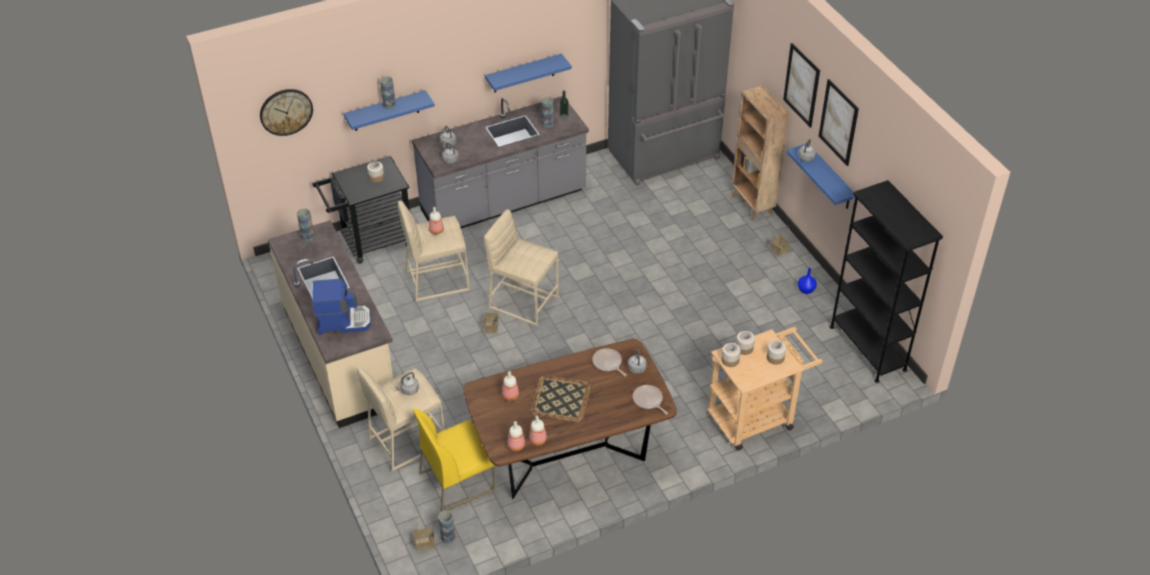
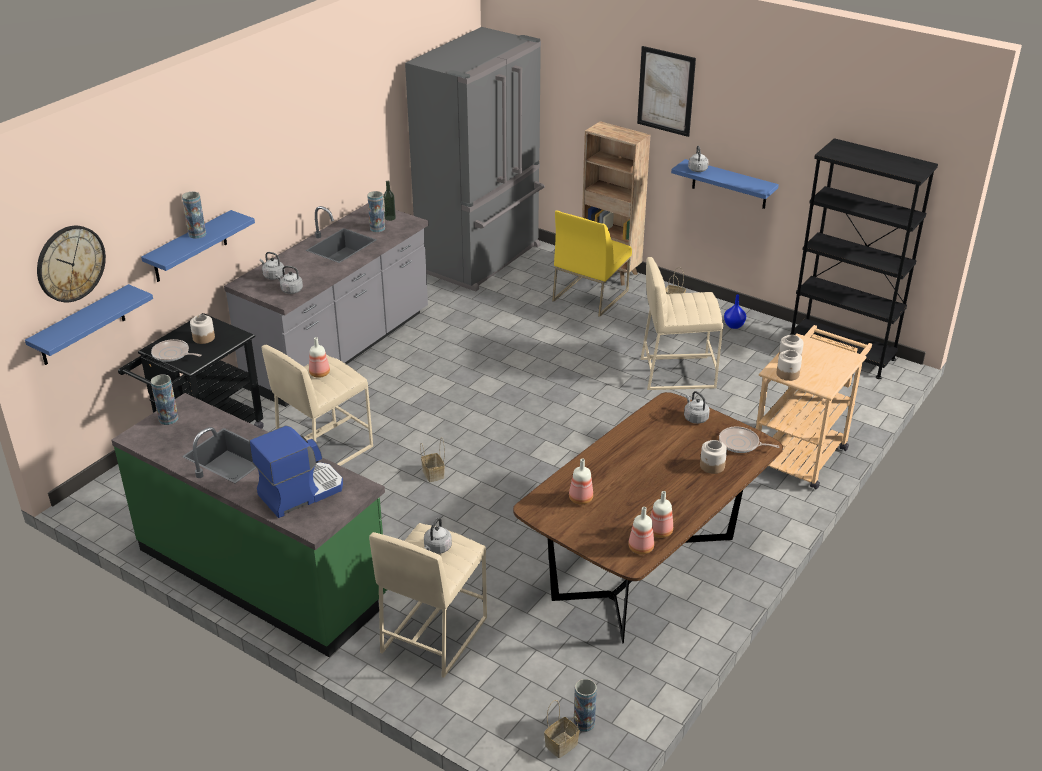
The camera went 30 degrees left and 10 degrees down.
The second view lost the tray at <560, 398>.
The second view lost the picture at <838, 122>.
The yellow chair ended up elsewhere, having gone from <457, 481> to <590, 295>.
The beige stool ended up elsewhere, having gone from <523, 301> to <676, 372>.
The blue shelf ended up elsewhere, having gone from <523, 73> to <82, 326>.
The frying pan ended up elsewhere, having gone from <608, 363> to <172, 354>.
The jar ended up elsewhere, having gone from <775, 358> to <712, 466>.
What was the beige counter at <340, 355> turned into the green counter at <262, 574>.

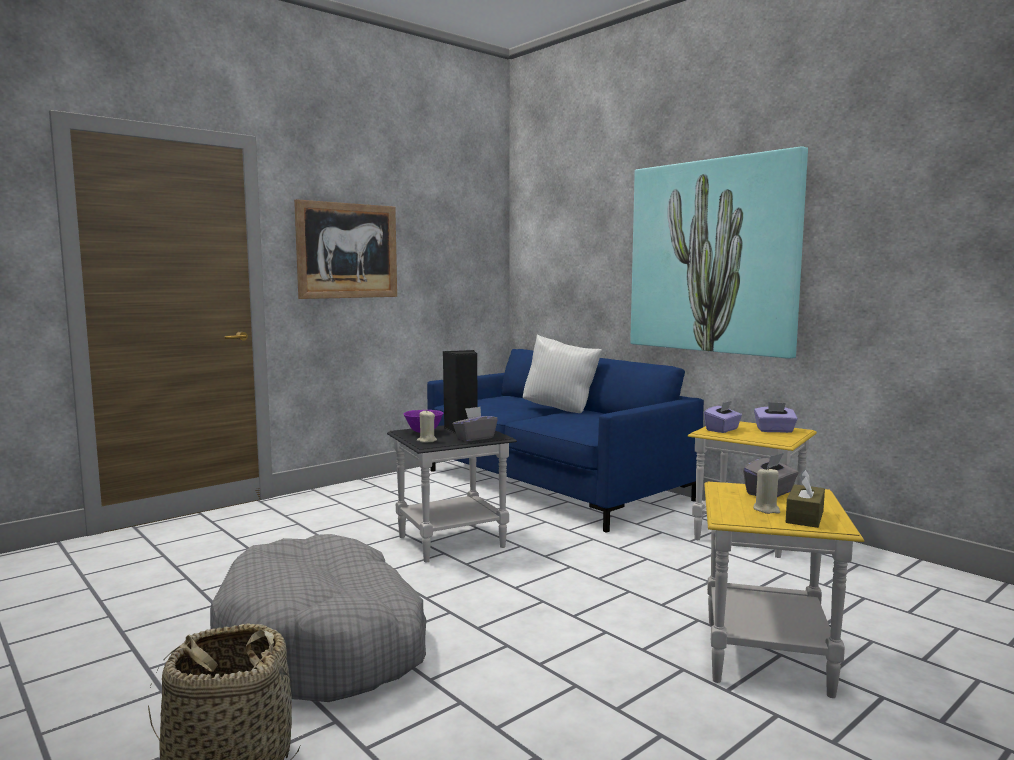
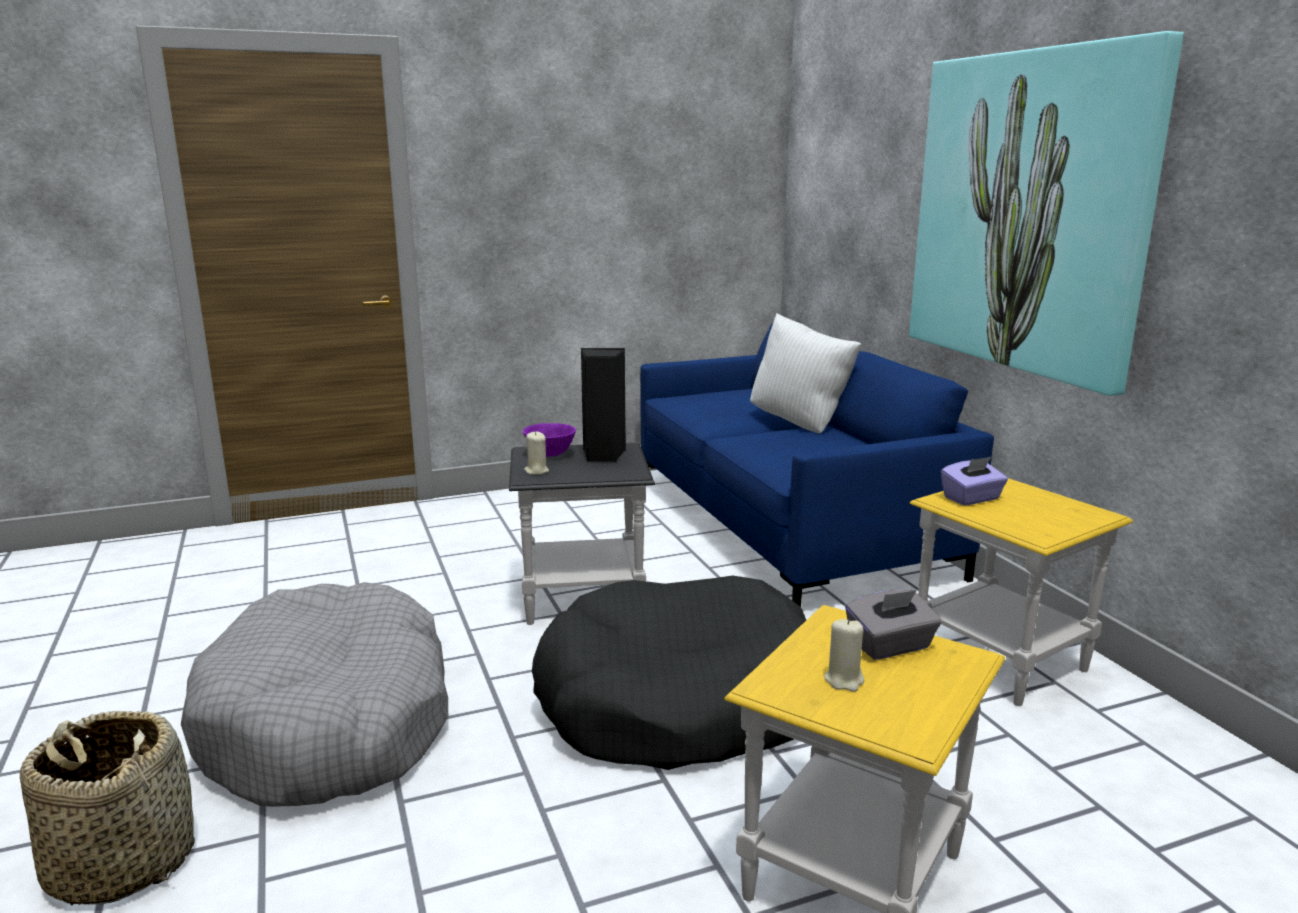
The camera went 20 degrees right and 10 degrees up.
The second view lost the picture at <347, 251>.
The second view lost the grey tissue box at <474, 438>.
The second view lost the purple tissue box at <774, 430>.
The second view lost the brown tissue box at <804, 517>.
The second view gained the black dog bed at <678, 701>.

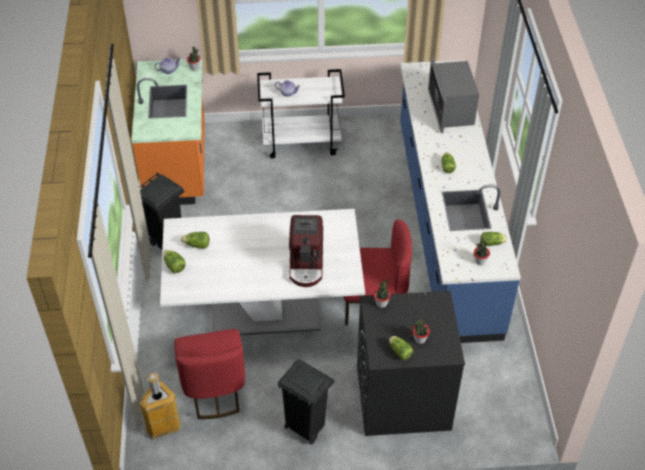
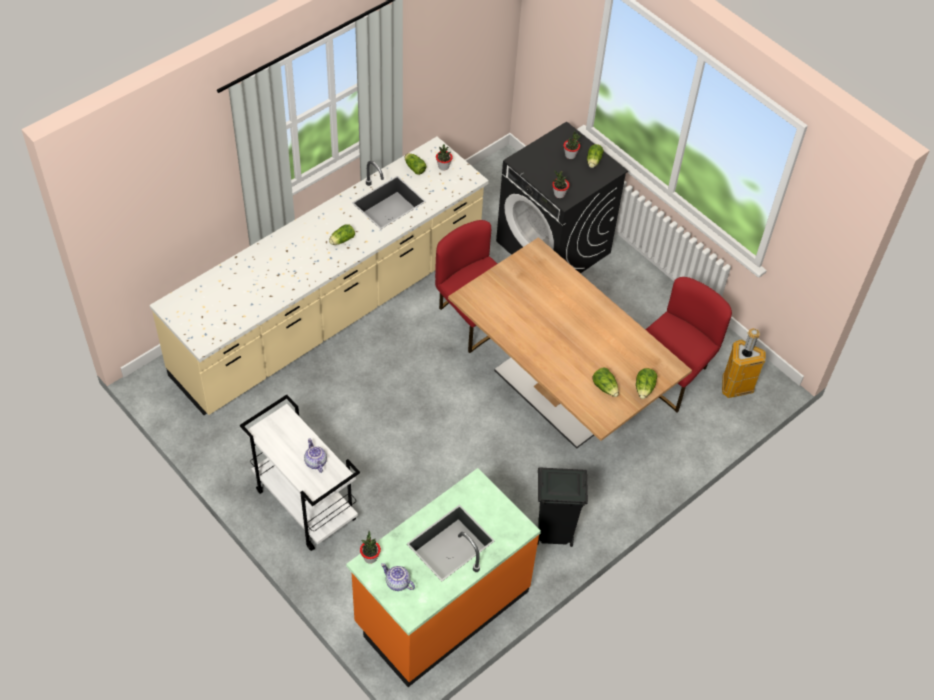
The camera went 130 degrees left and 5 degrees up.
The second view lost the black trash can at <305, 427>.
The second view lost the coffee machine at <307, 264>.
The second view lost the microwave at <451, 109>.
What was the white dining table at <265, 310> turned into the brown dining table at <558, 391>.
What was the blue counter at <445, 225> turned into the beige counter at <330, 311>.

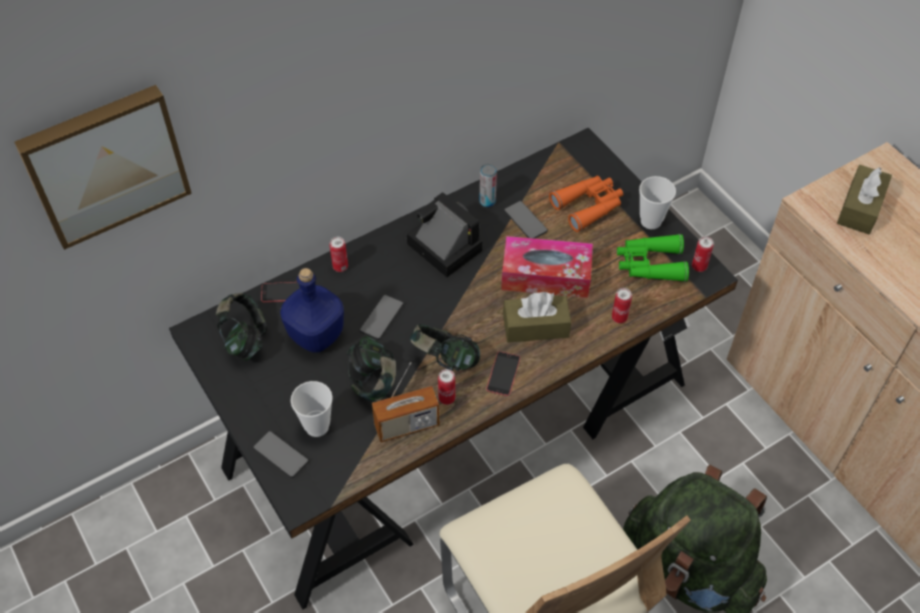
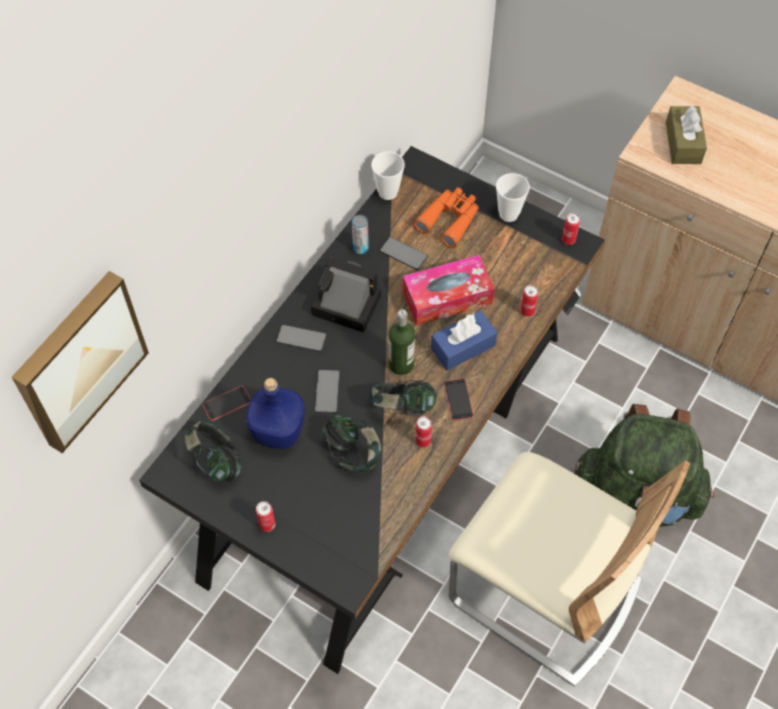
The camera went 25 degrees left and 5 degrees up.
The second view lost the radio at <407, 425>.
The second view lost the green binoculars at <649, 264>.
The second view gained the bottle at <401, 364>.
The phone ended up elsewhere, having gone from <281, 455> to <301, 339>.
The cup ended up elsewhere, having gone from <317, 426> to <388, 192>.
The can ended up elsewhere, having gone from <340, 267> to <267, 525>.
What was the brown tissue box at <535, 326> turned into the blue tissue box at <463, 347>.

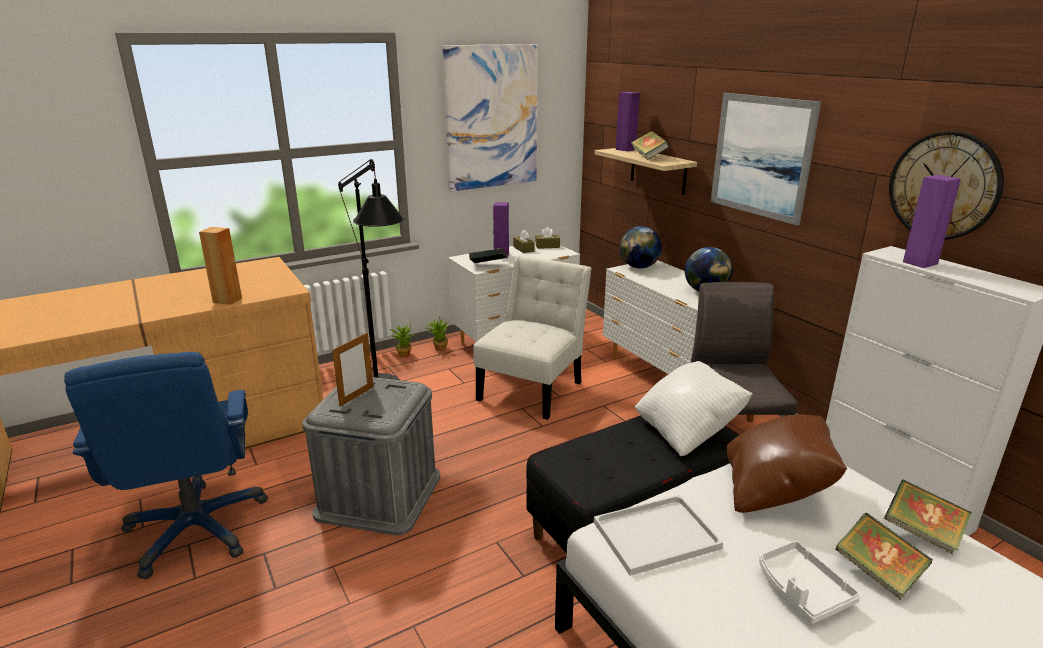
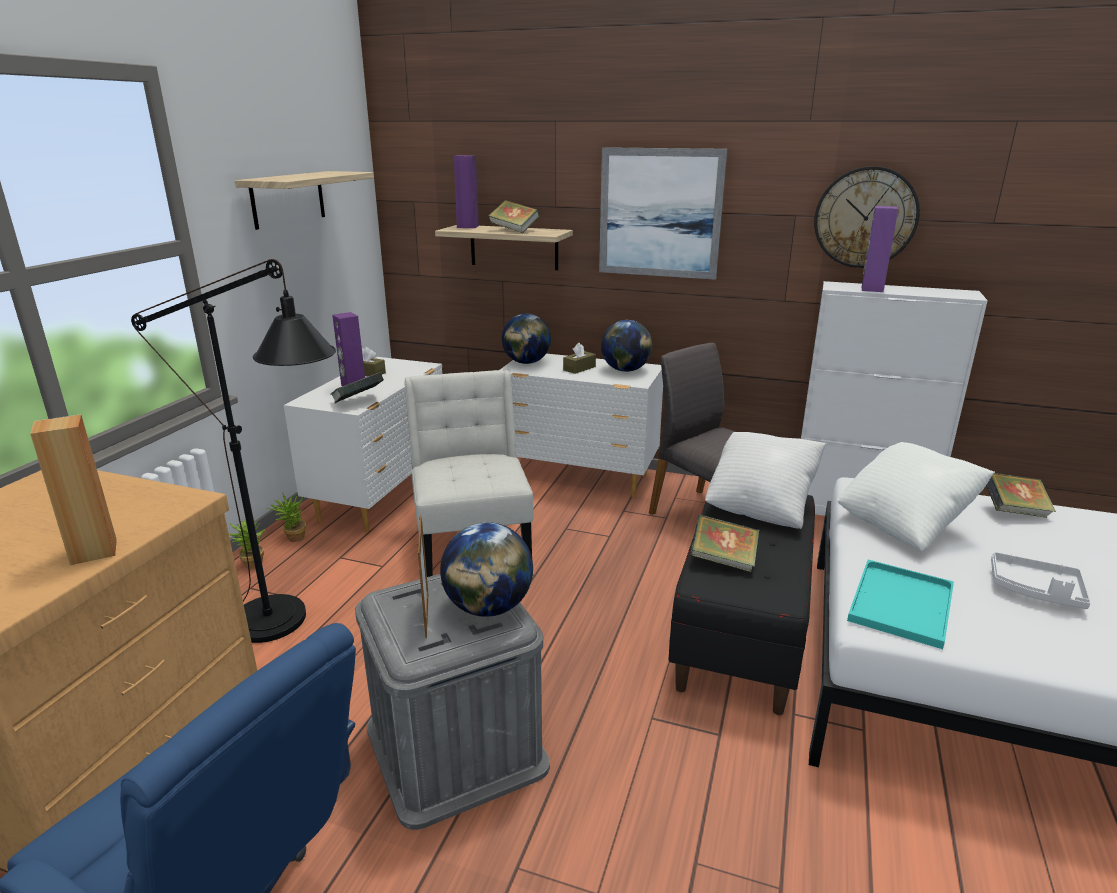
The camera went 40 degrees left and 0 degrees up.
The second view gained the globe at <488, 607>.
The brown tissue box ended up elsewhere, having gone from <547, 246> to <579, 368>.
The book ended up elsewhere, having gone from <877, 572> to <723, 560>.
Where the picture hung at <491, 117>, the shelf came to hang at <288, 199>.
What was the white tray at <654, 536> turned into the turquoise tray at <902, 605>.
What was the brown pillow at <775, 491> turned into the white pillow at <903, 525>.

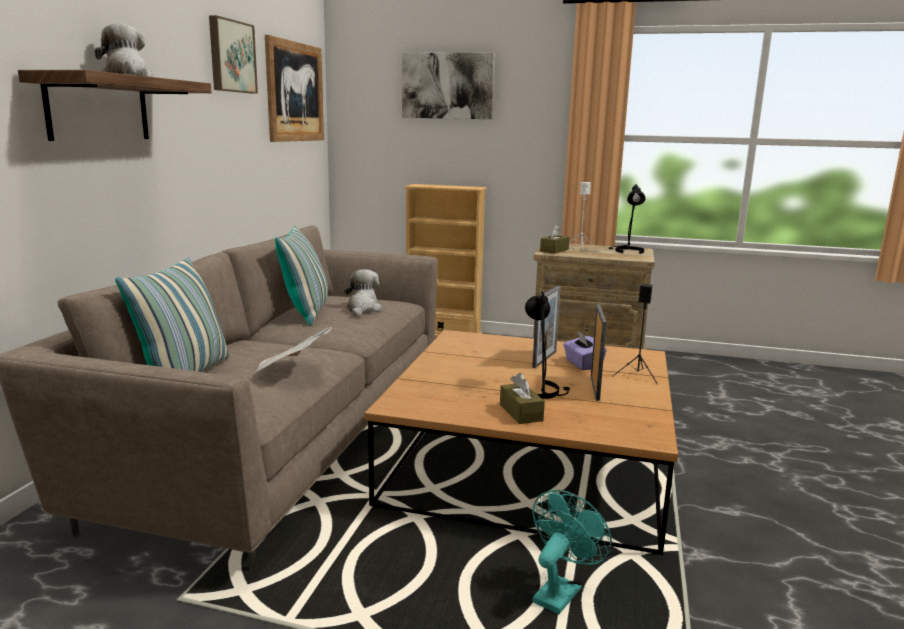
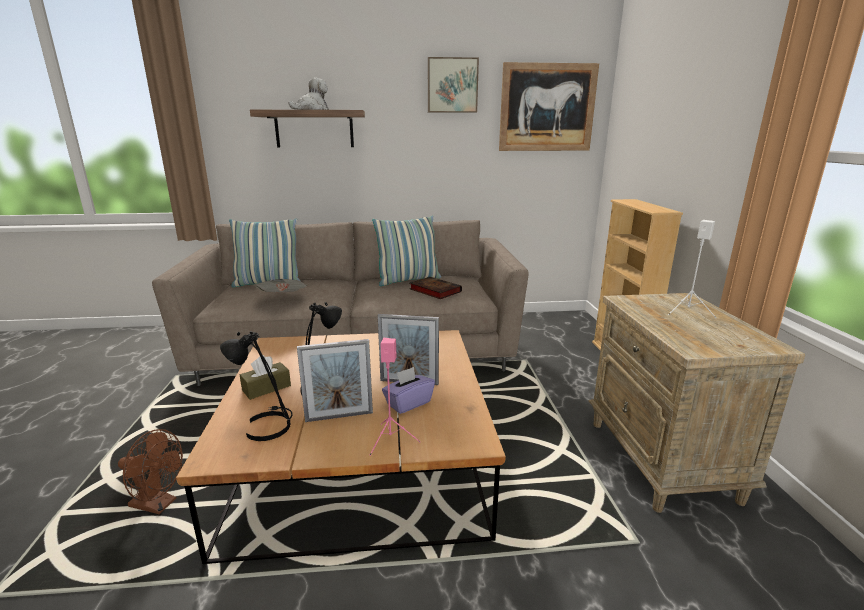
The camera went 70 degrees right and 5 degrees up.
The second view lost the picture at <447, 86>.
The second view lost the brown tissue box at <554, 250>.
The black table lamp ended up elsewhere, having gone from <627, 251> to <267, 425>.
Where the plush toy stood at <362, 309>, the book came to stand at <433, 290>.
What was the turquoise fan at <560, 591> turned into the brown fan at <159, 504>.
What was the black speaker at <638, 376> turned into the pink speaker at <390, 440>.

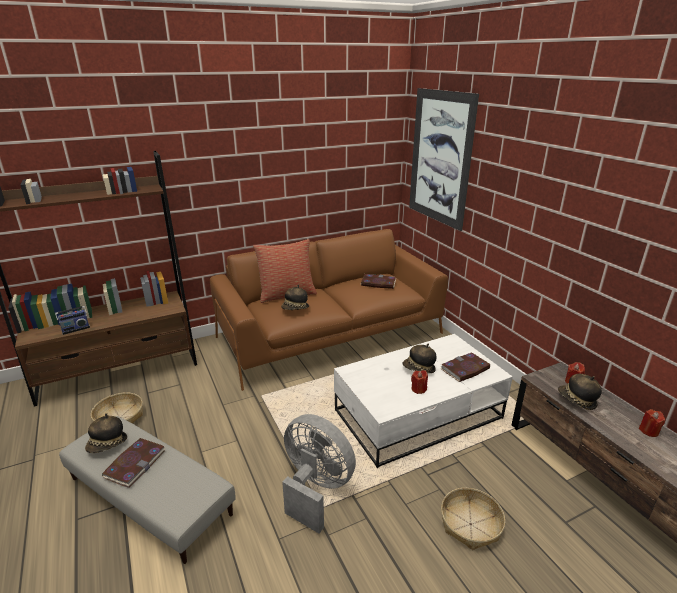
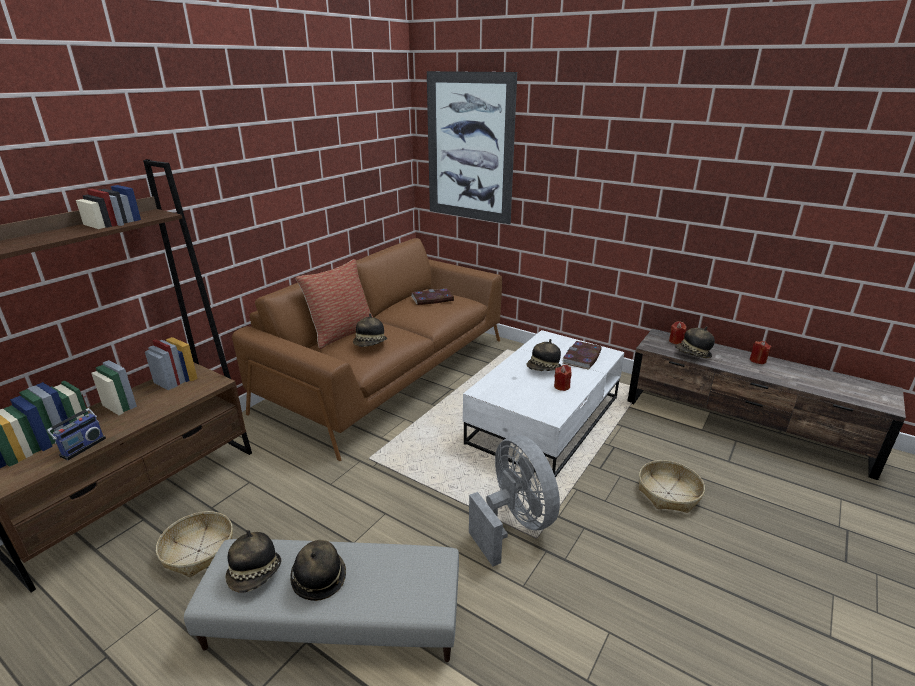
The camera went 30 degrees left and 0 degrees up.
Where the book stood at <135, 463>, the hat came to stand at <318, 578>.
The grey fan at <315, 488> ended up facing another way, 60 degrees clockwise from before.

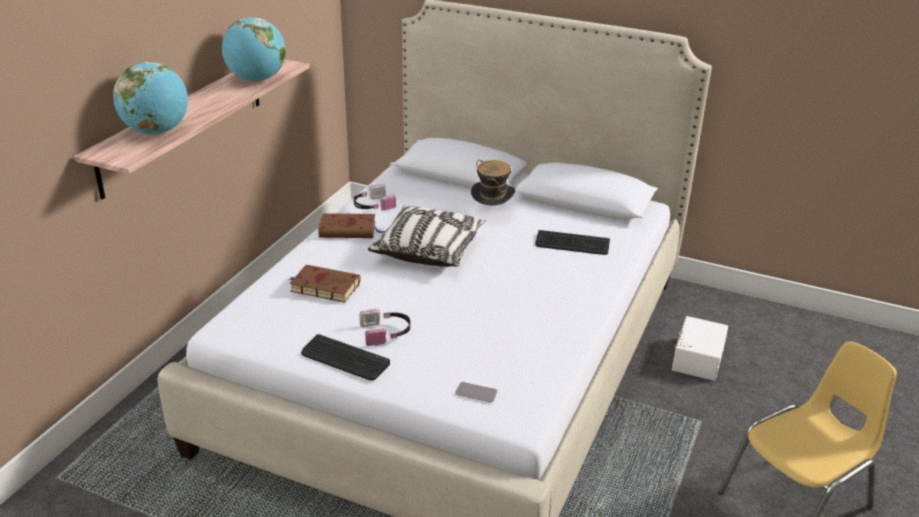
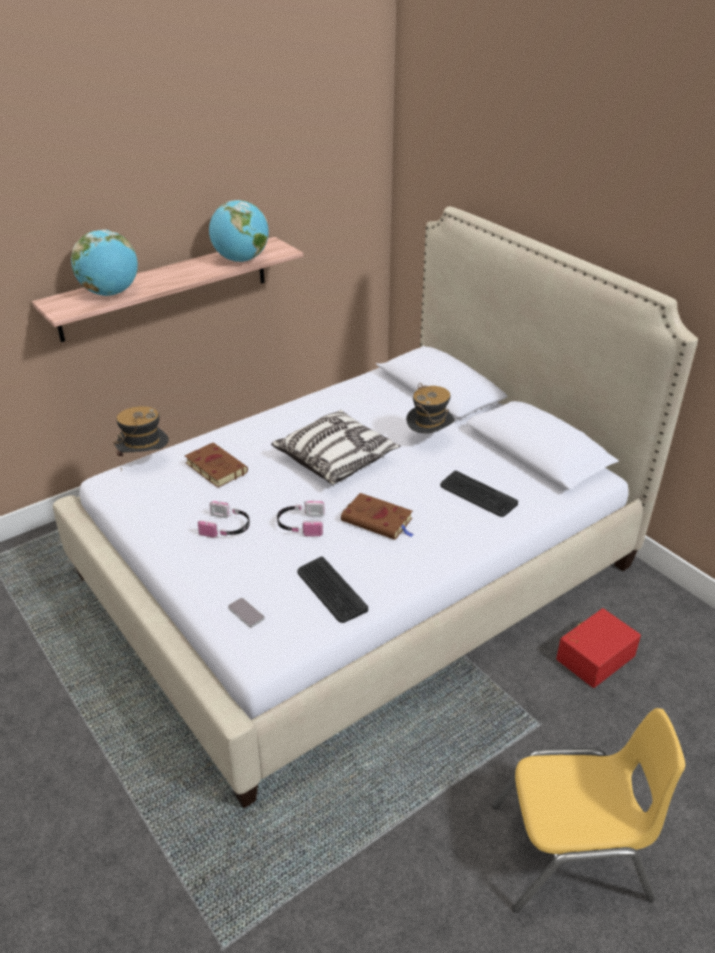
The camera went 30 degrees right and 5 degrees up.
The second view gained the hat at <145, 462>.
The keyboard ended up elsewhere, having gone from <344, 359> to <331, 590>.
The brown book ended up elsewhere, having gone from <349, 230> to <378, 521>.
The headphones ended up elsewhere, having gone from <373, 206> to <300, 525>.
What was the white storage box at <696, 358> turned into the red storage box at <594, 656>.

